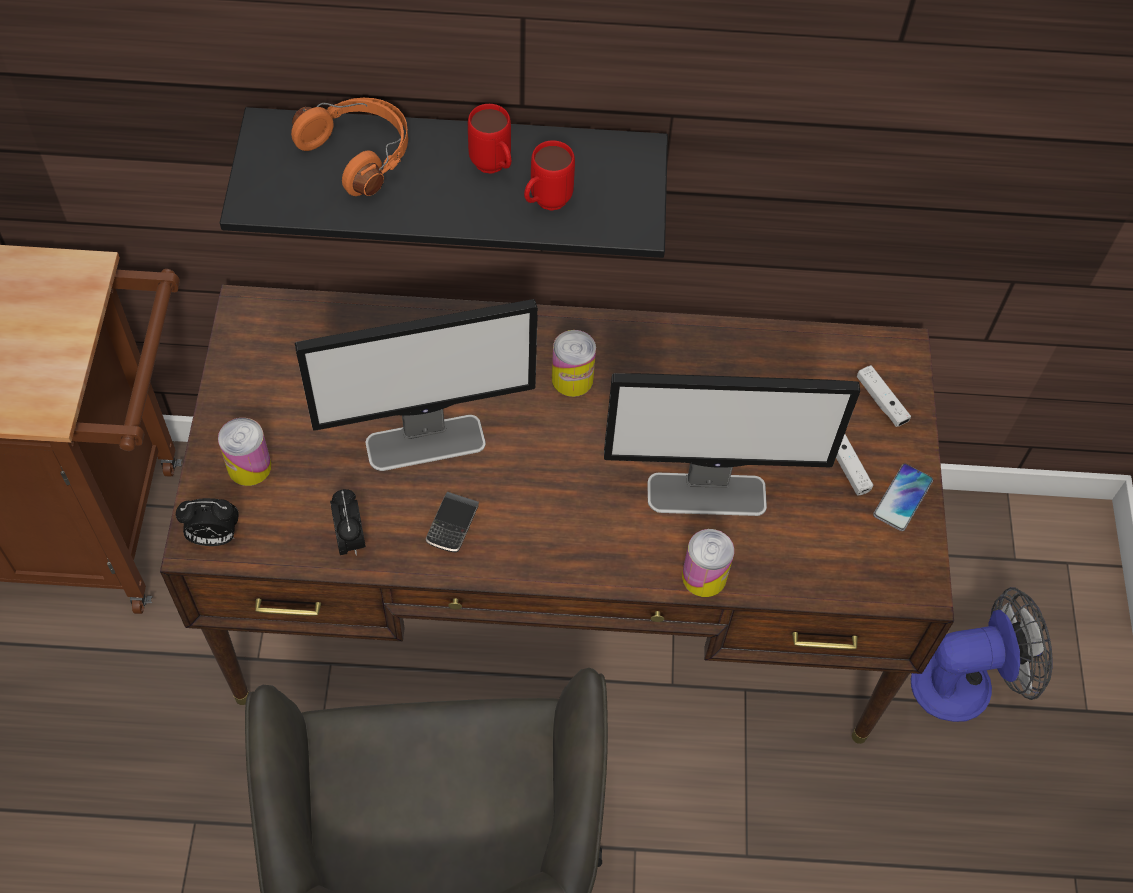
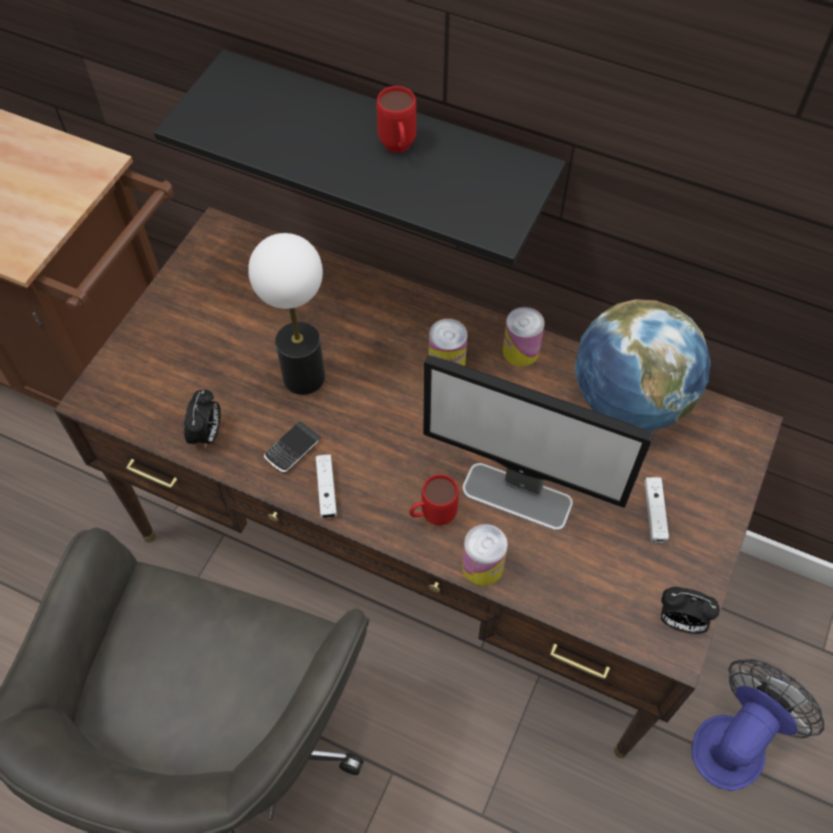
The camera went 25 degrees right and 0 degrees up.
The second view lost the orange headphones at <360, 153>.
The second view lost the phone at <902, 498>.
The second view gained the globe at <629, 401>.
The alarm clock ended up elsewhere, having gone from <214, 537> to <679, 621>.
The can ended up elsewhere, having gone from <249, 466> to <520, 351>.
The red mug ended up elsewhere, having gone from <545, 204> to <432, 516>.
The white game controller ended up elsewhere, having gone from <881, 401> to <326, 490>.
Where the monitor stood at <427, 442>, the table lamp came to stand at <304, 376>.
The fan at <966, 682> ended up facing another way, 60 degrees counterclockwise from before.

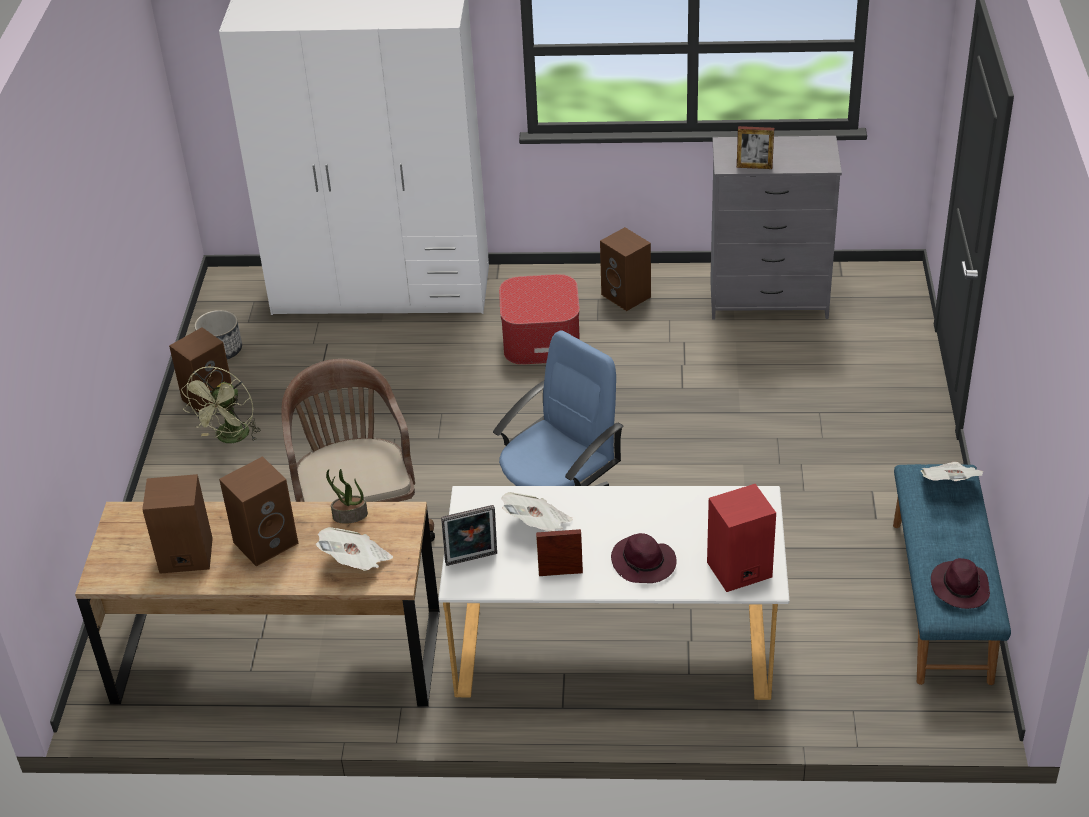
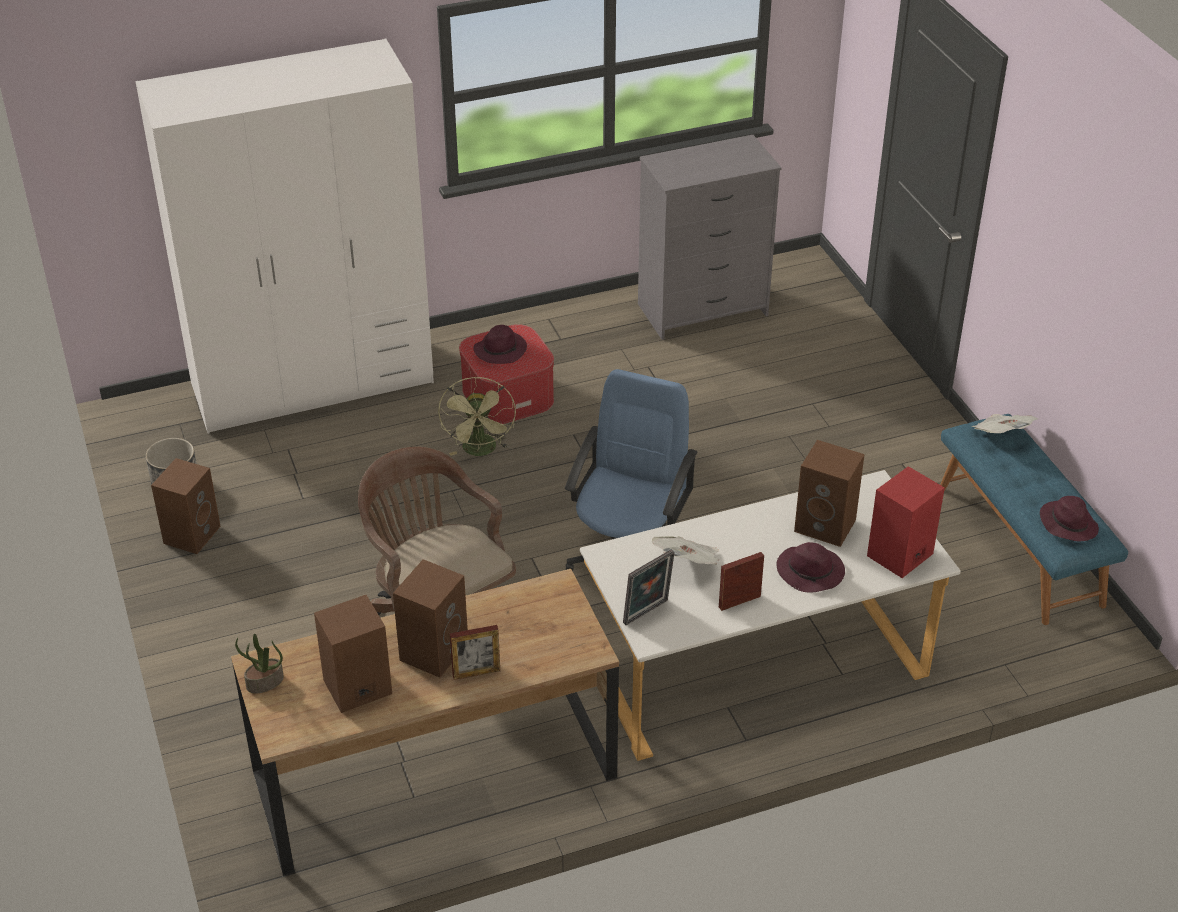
The camera went 25 degrees left and 0 degrees up.
The second view lost the newspaper at <356, 562>.
The second view gained the purple hat at <500, 350>.
The green fan ended up elsewhere, having gone from <230, 438> to <481, 451>.
The potted plant ended up elsewhere, having gone from <349, 516> to <265, 683>.
The brown speaker ended up elsewhere, having gone from <627, 296> to <827, 525>.
The picture frame ended up elsewhere, having gone from <754, 167> to <476, 673>.

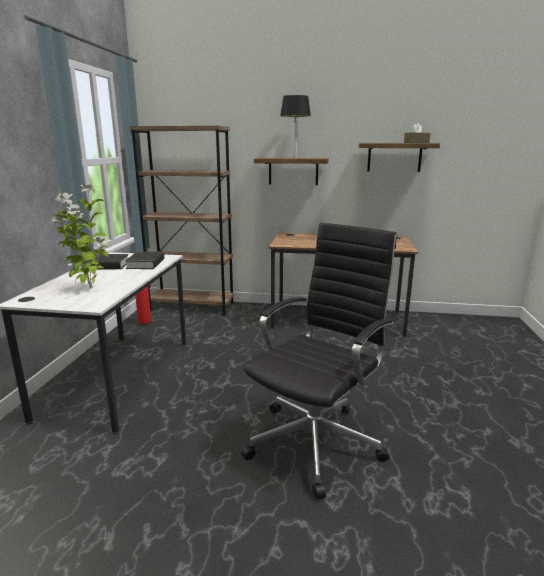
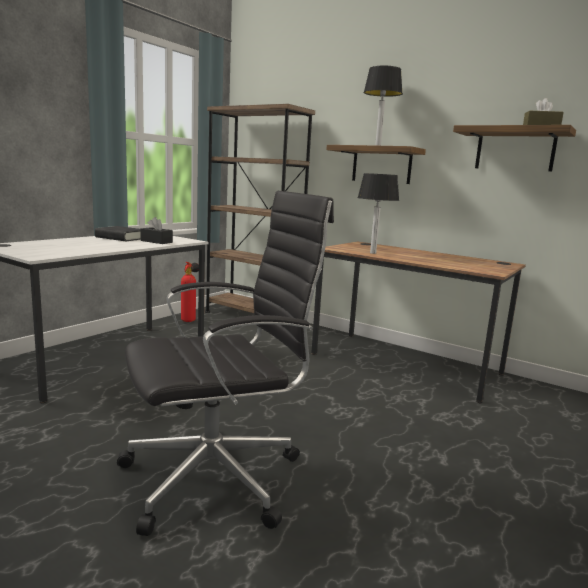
The camera went 25 degrees right and 5 degrees down.
The second view lost the potted plant at <89, 289>.
The second view gained the table lamp at <373, 253>.
Where the black book stood at <146, 264>, the black tissue box came to stand at <156, 241>.

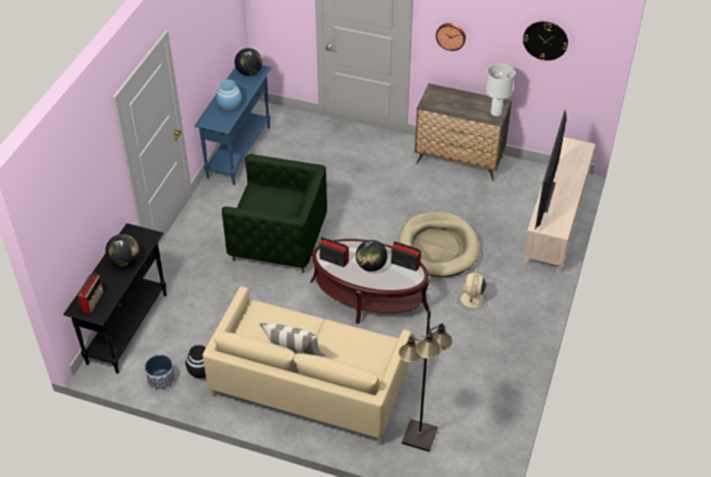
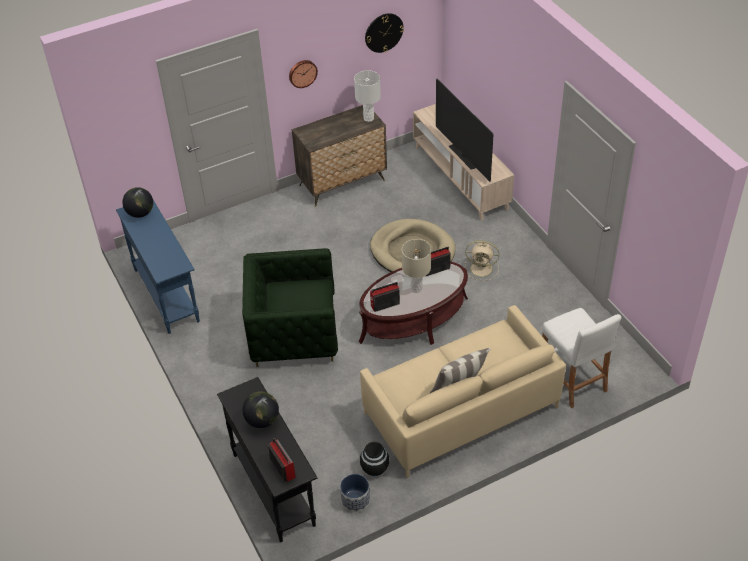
The camera went 45 degrees left and 0 degrees up.
The second view lost the blue vase at <229, 106>.
Where the globe stood at <371, 266>, the beige table lamp came to stand at <416, 288>.
Where the black floor lamp stood at <419, 436>, the white stool came to stand at <572, 380>.
The green armchair at <278, 240> ended up facing another way, 150 degrees counterclockwise from before.
The beige fan at <472, 300> ended up facing another way, 45 degrees counterclockwise from before.

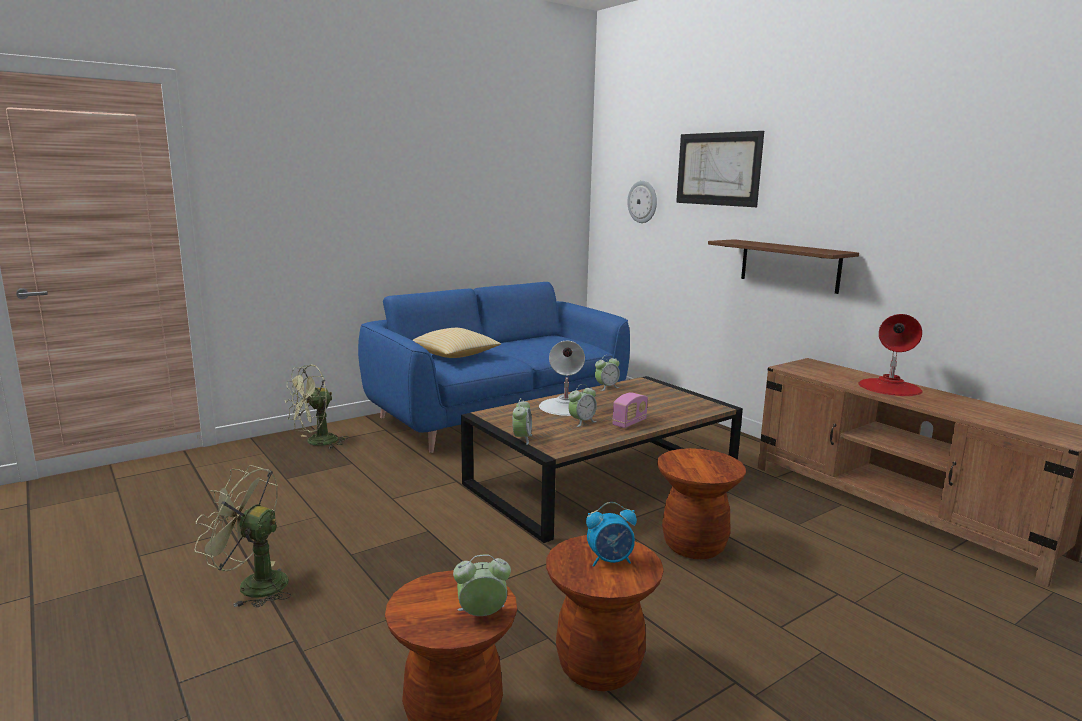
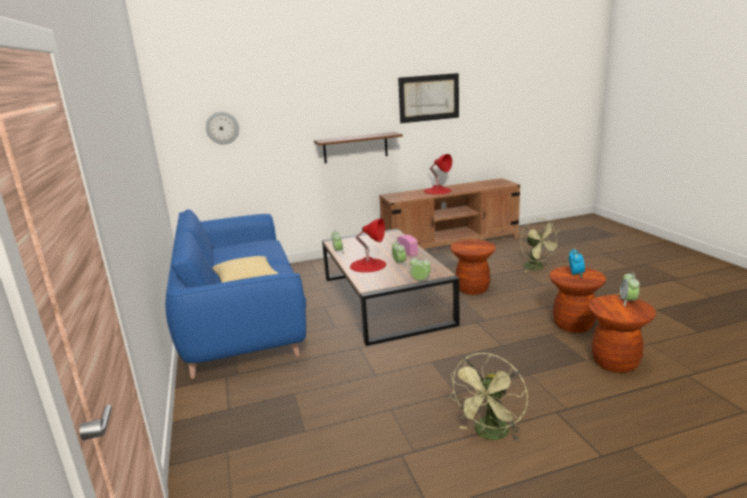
The camera went 70 degrees left and 5 degrees up.
The green fan ended up elsewhere, having gone from <316, 443> to <537, 268>.
The picture ended up elsewhere, having gone from <718, 169> to <429, 98>.
What was the white table lamp at <566, 406> turned into the red table lamp at <368, 265>.

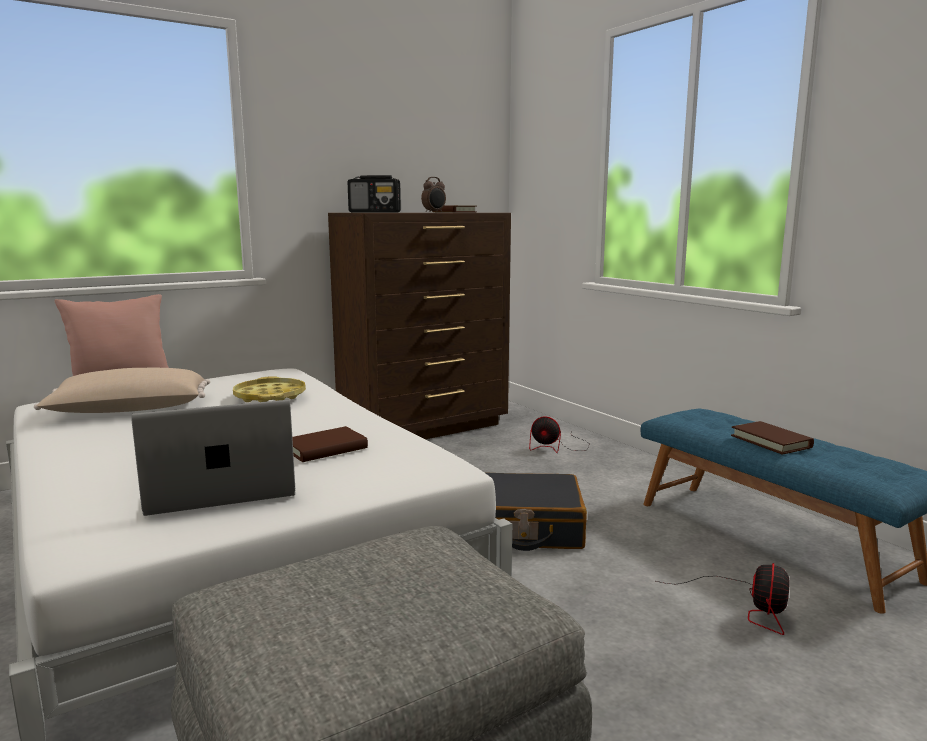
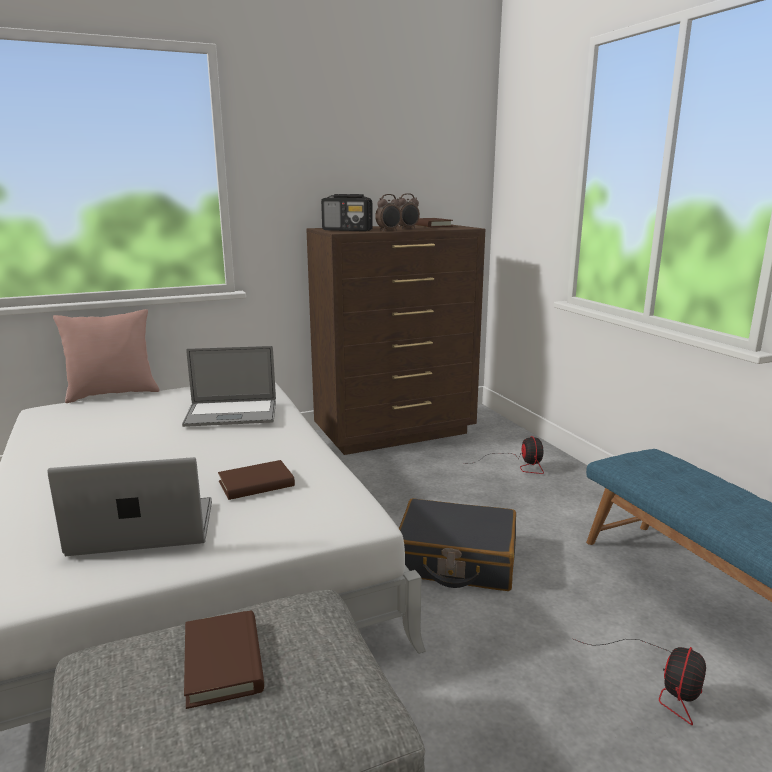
The camera went 10 degrees right and 5 degrees up.
The second view lost the beige pillow at <129, 411>.
The second view gained the alarm clock at <389, 231>.
The brown book ended up elsewhere, having gone from <771, 441> to <223, 662>.
Where the yellow tray stood at <270, 396>, the laptop came to stand at <231, 414>.
The fan at <557, 447> ended up facing another way, 120 degrees counterclockwise from before.

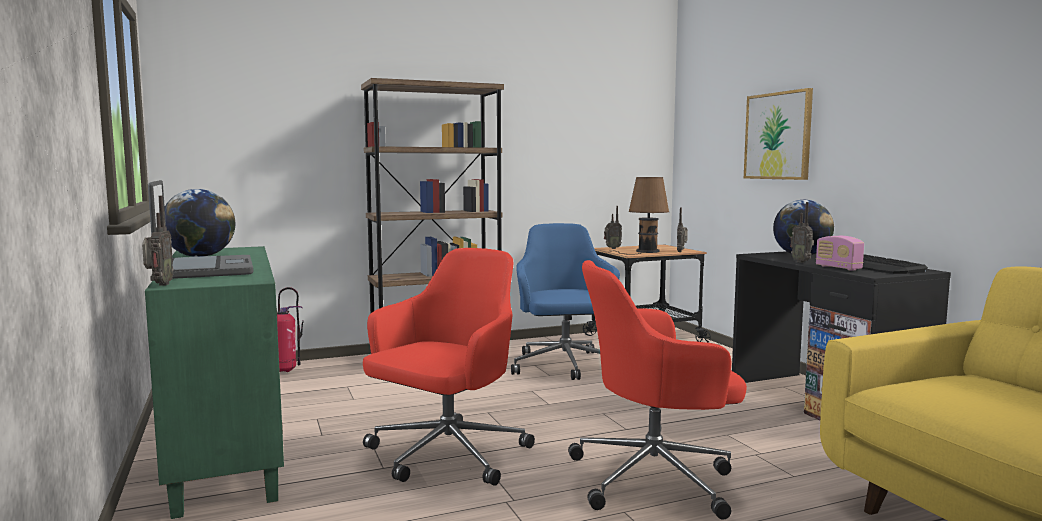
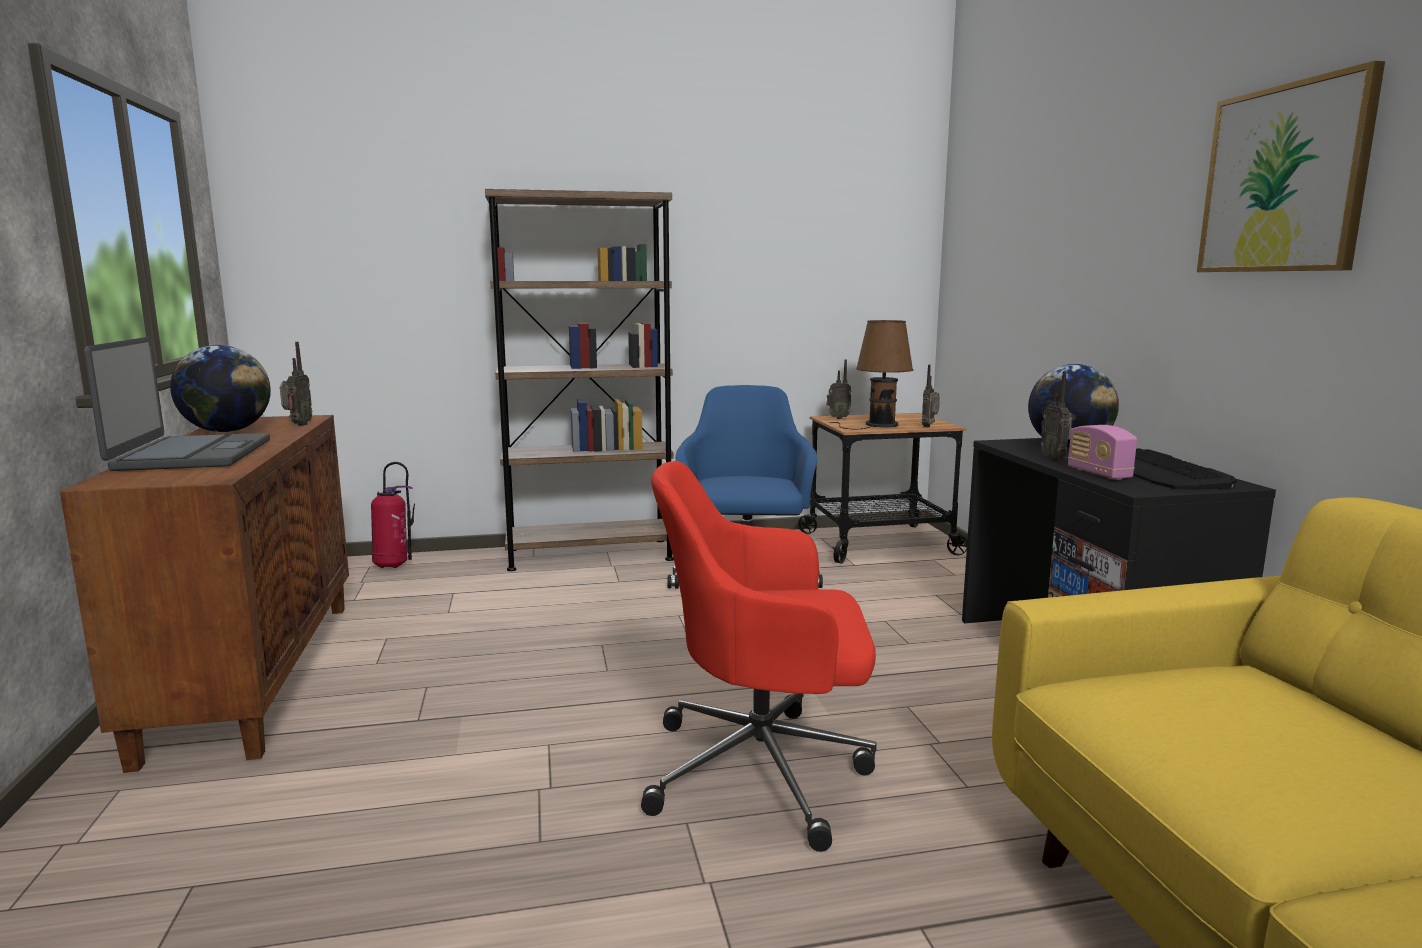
The camera went 10 degrees right and 5 degrees up.
The second view lost the red office chair at <446, 455>.
The radio ended up elsewhere, having gone from <159, 285> to <297, 425>.
The picture ended up elsewhere, having gone from <778, 136> to <1284, 179>.
What was the green cabinet at <226, 448> turned into the brown cabinet at <254, 674>.

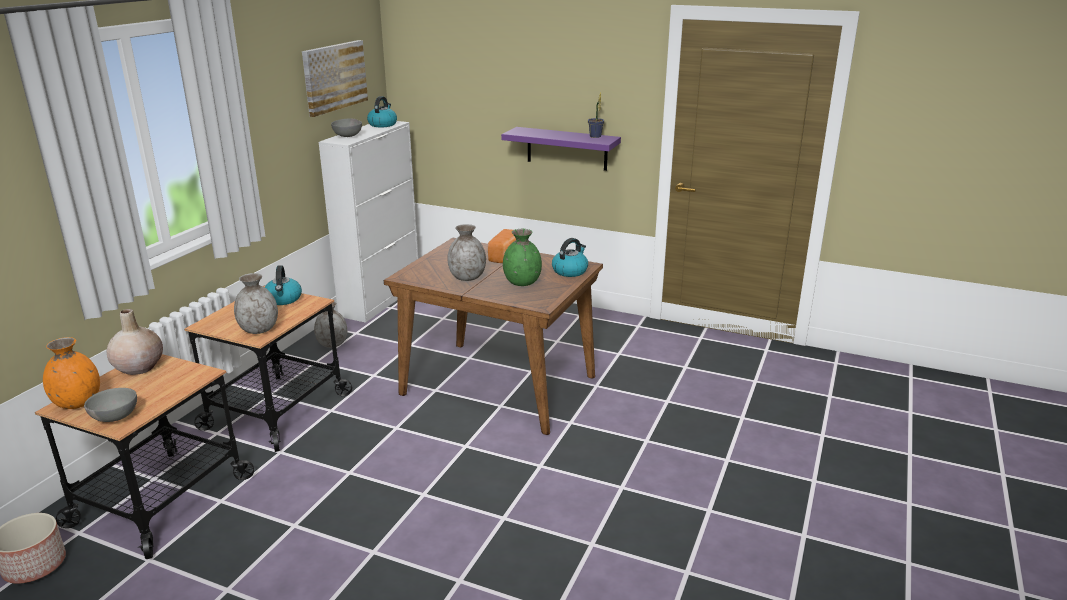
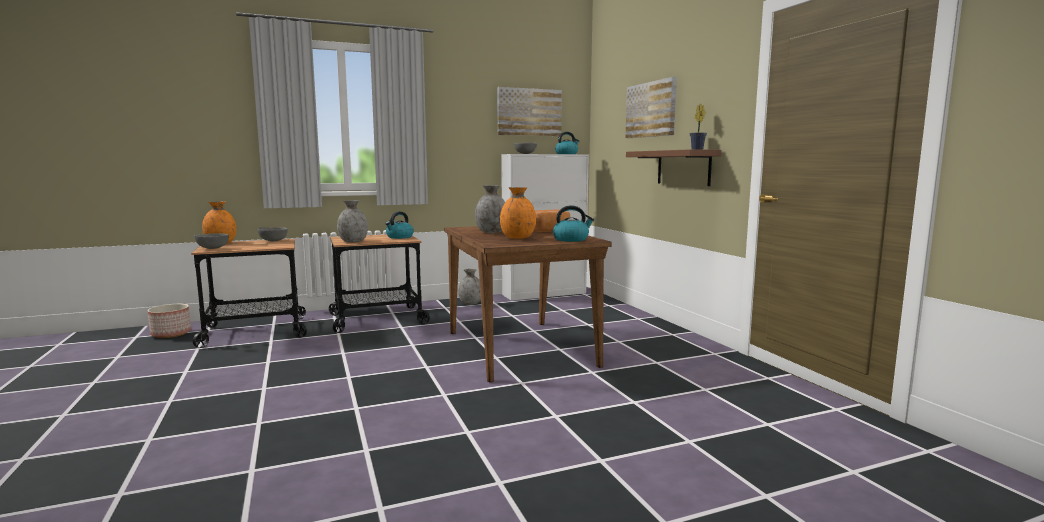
The camera went 45 degrees right and 15 degrees down.
The second view gained the picture at <651, 109>.
Where the beige vase stood at <139, 367>, the grey bowl came to stand at <273, 241>.
What was the purple shelf at <567, 148> turned into the brown shelf at <683, 167>.
What was the green vase at <522, 282> turned into the orange vase at <518, 238>.

